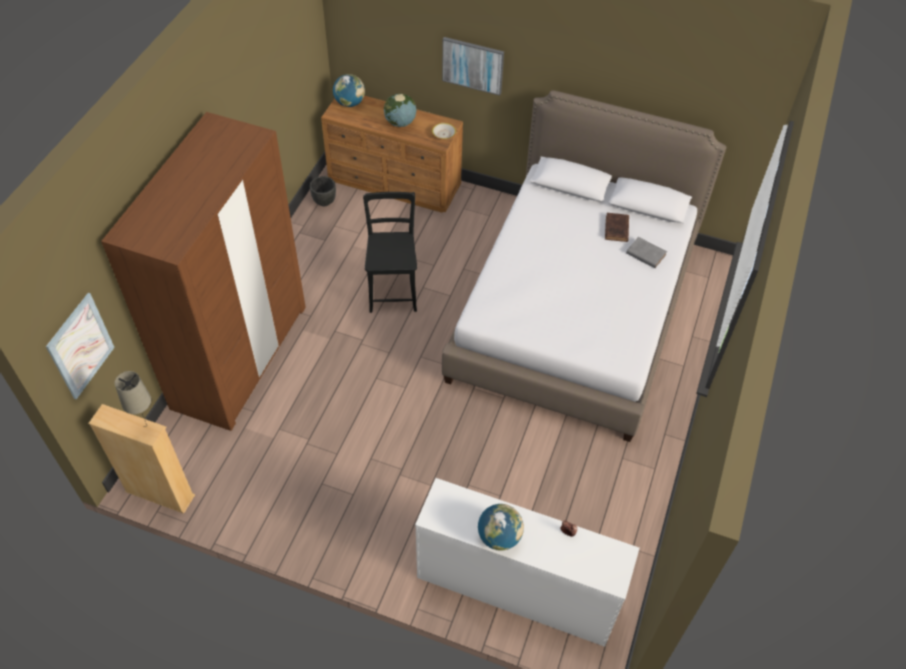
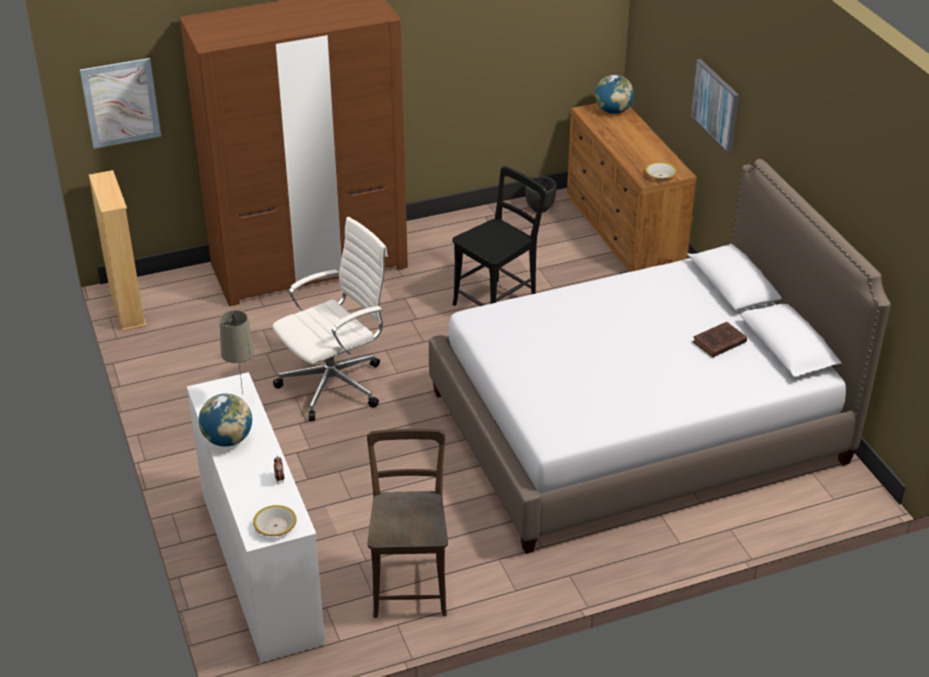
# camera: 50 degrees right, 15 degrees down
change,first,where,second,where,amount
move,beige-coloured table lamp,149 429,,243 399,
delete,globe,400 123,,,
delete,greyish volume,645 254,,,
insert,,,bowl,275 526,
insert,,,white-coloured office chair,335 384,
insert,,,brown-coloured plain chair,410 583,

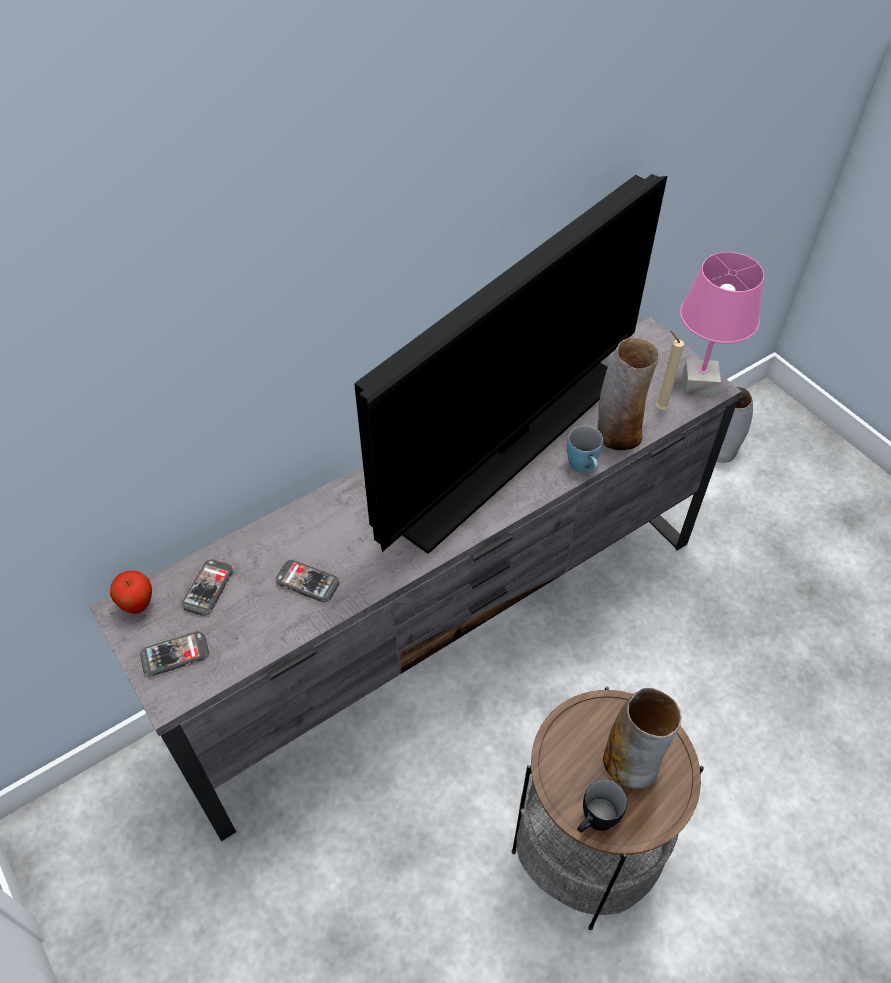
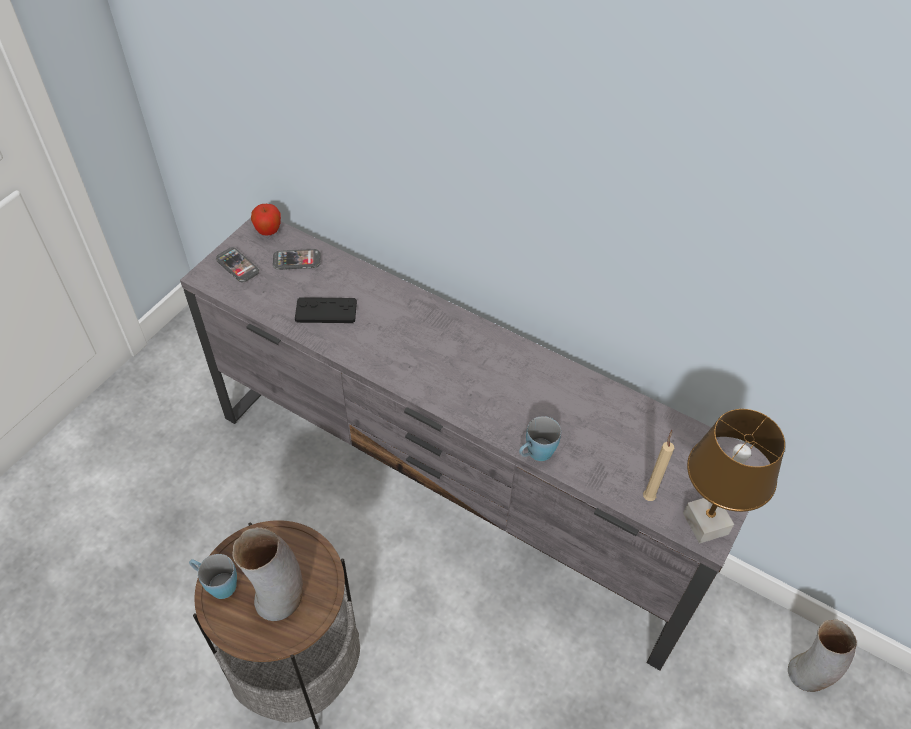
# camera: 65 degrees right, 0 degrees up
change,first,where,second,where,amount
replace,telephone,307 582,black-coloured game controller,326 311,
delete,TV,510 445,,,
recolor,black-coloured coffee mug,594 821,bluish coffee mug,216 584,
delete,flower vase,617 434,,,
recolor,pink-coloured table lamp,699 383,brown-coloured table lamp,706 524,

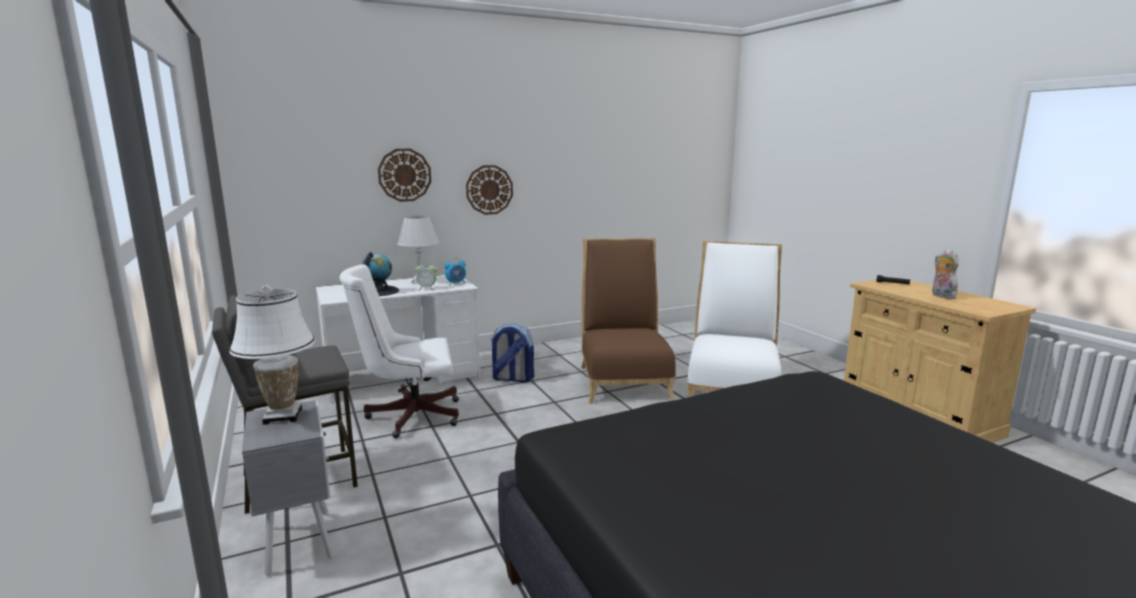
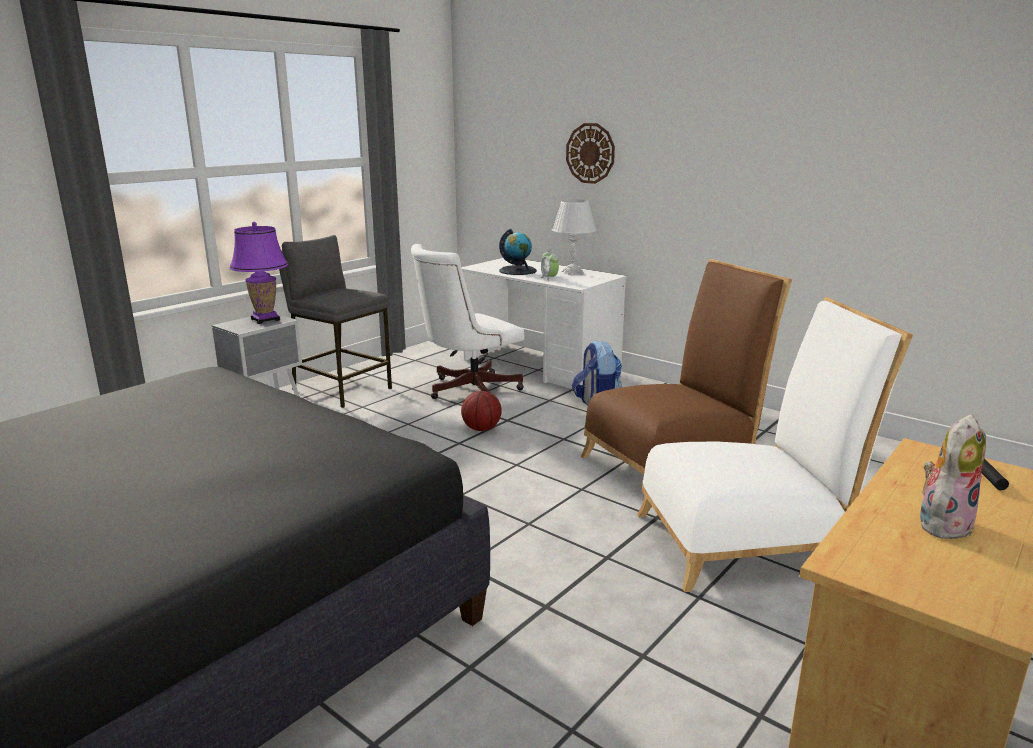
# camera: 65 degrees right, 5 degrees up
change,first,where,second,where,amount
recolor,white-coloured table lamp,283 416,purple table lamp,265 319,
rotate,white-coloured office chair,409 415,,468 390,90 degrees counterclockwise
delete,table clock,456 283,,,
delete,hanging clock,489 190,,,
insert,,,ball for basketball,482 429,

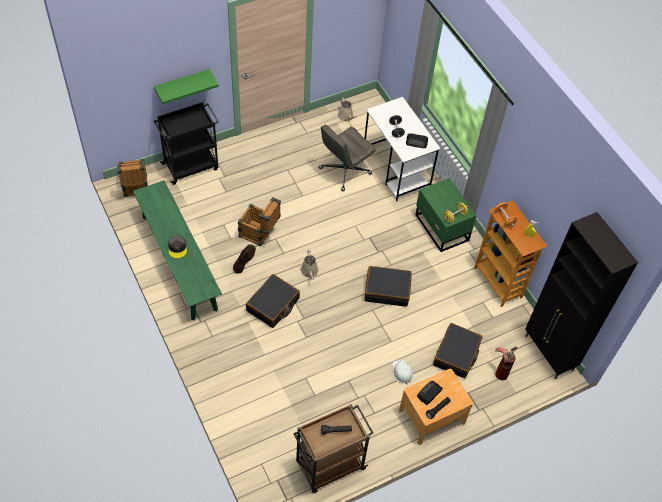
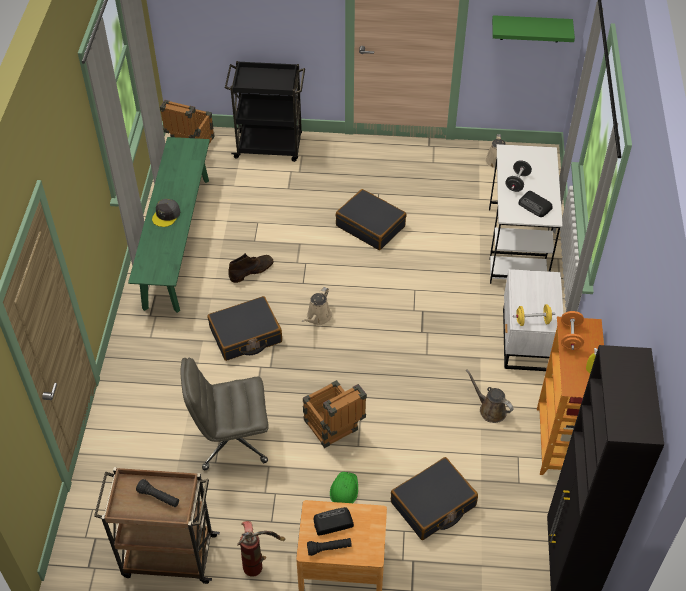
# camera: 35 degrees right, 5 degrees down
change,first,where,second,where,amount
move,greenish shelf,182 85,,530 28,
move,packing crate,259 234,,334 430,
move,greyish office chair,344 171,,231 440,
move,black-coloured travel case,387 290,,370 226,
recolor,white-coloured hard hat,402 372,greenish hard hat,344 490,
recolor,greenish night table,441 228,white-coloured night table,526 341,
move,fire extinguisher,502 370,,258 561,
insert,,,brown-coloured sprinkling can,490 409,

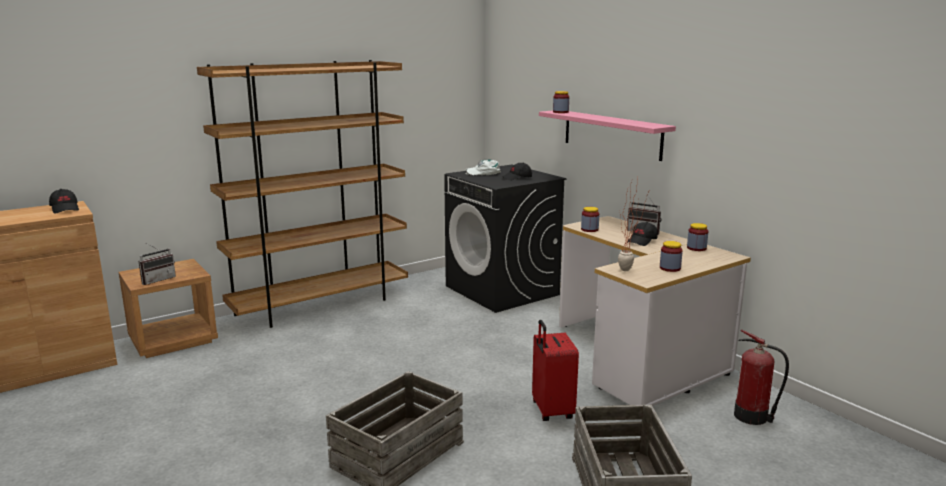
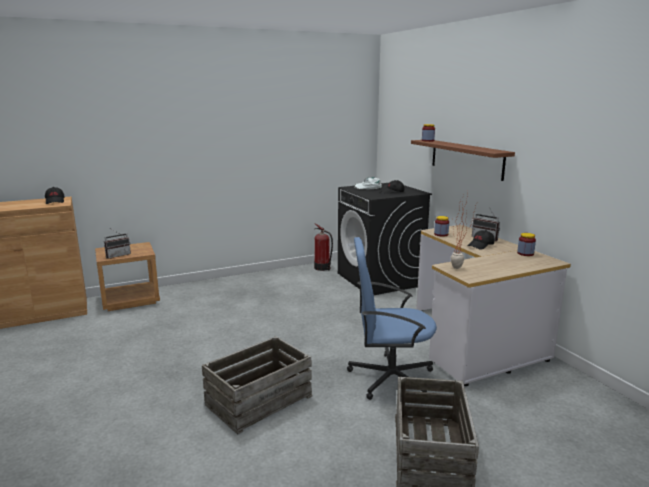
# camera: 10 degrees right, 0 degrees up
change,first,where,second,where,amount
delete,brown-coloured shelving unit,321 305,,,
replace,red-coloured travel case,551 411,bluish office chair,389 377,
recolor,pink-coloured shelf,611 134,brown-coloured shelf,466 158,
delete,jar,670 268,,,
move,fire extinguisher,753 417,,322 268,

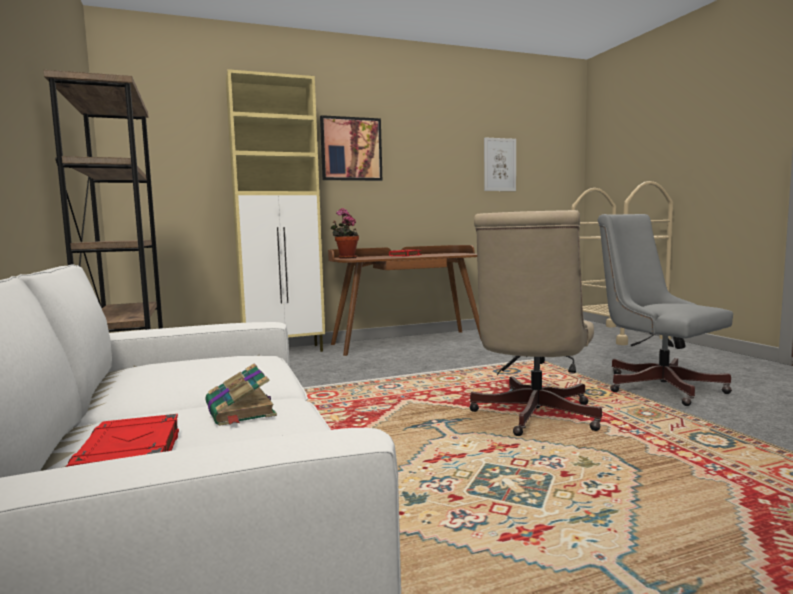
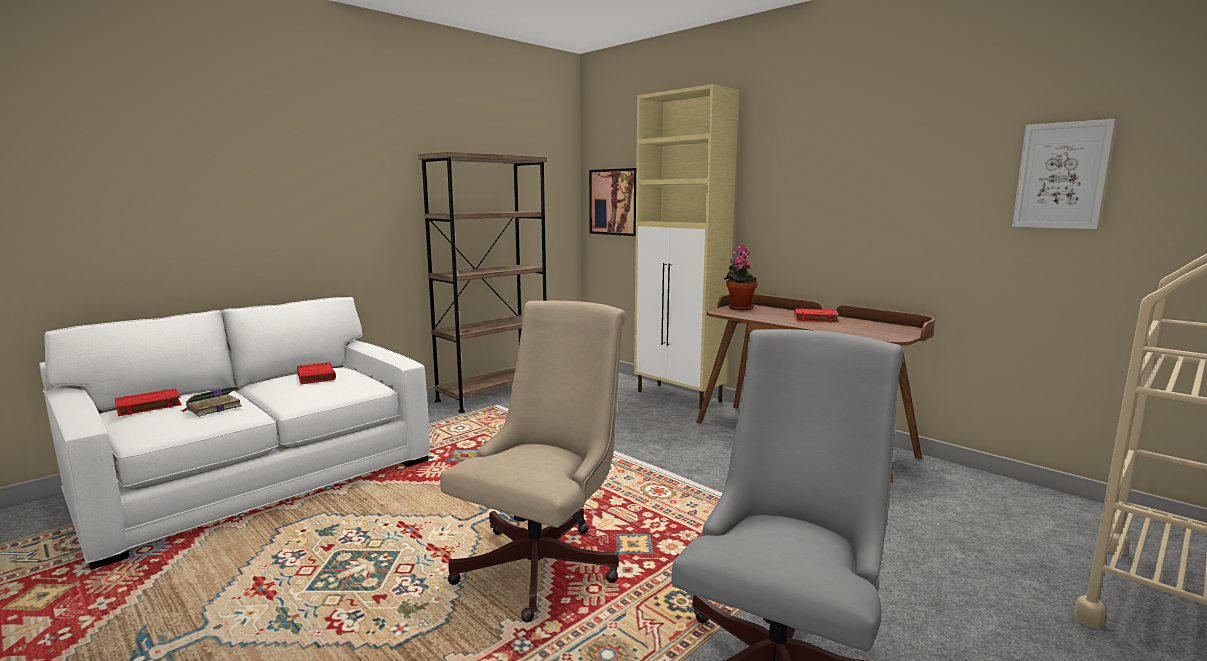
# camera: 65 degrees right, 5 degrees up
change,first,where,second,where,amount
move,picture,351 149,,615 202,
rotate,beige-coloured office chair,532 417,,545 562,120 degrees clockwise
insert,,,red-coloured volume,316 376,

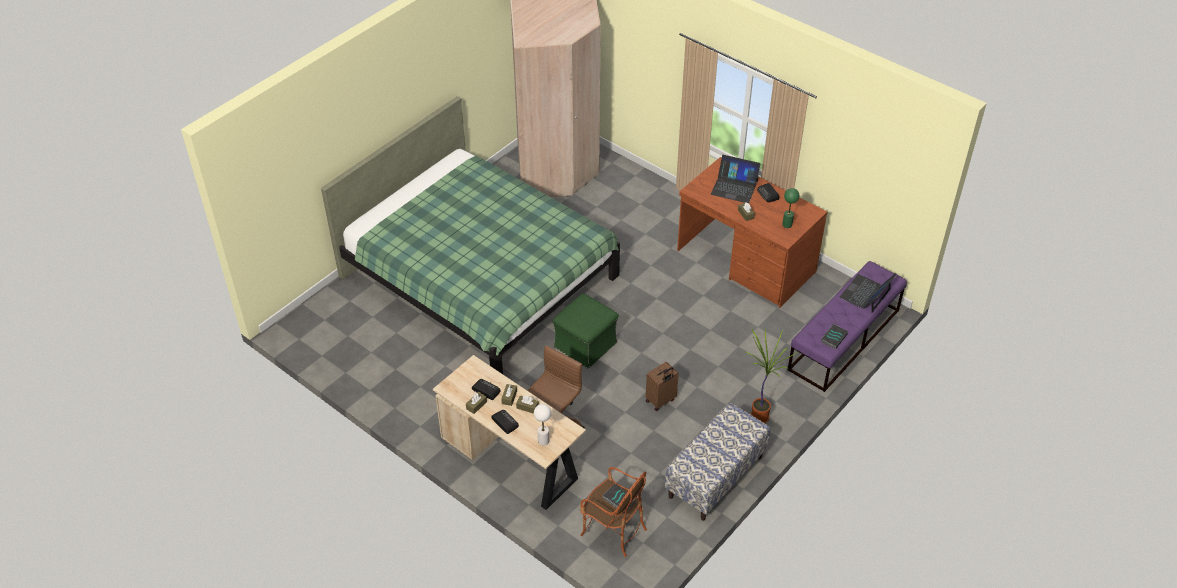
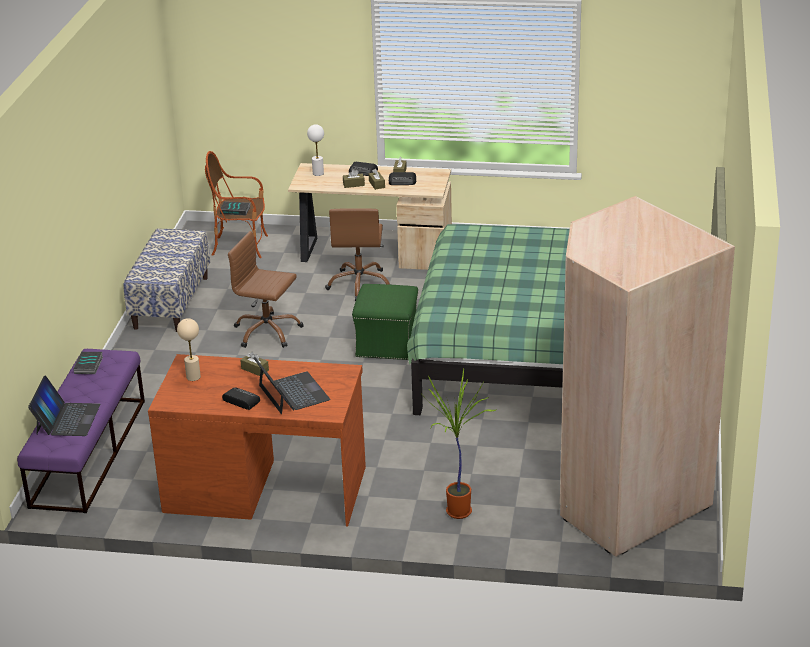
# camera: 150 degrees right, 15 degrees down
change,first,where,second,where,amount
replace,brown-coloured travel case,661 401,brown-coloured office chair,267 332,
rotate,notebook computer,734 187,,292 393,75 degrees clockwise
move,plant in a pot,759 416,,460 513,
recolor,greenish table lamp,787 224,beige-coloured table lamp,193 377,

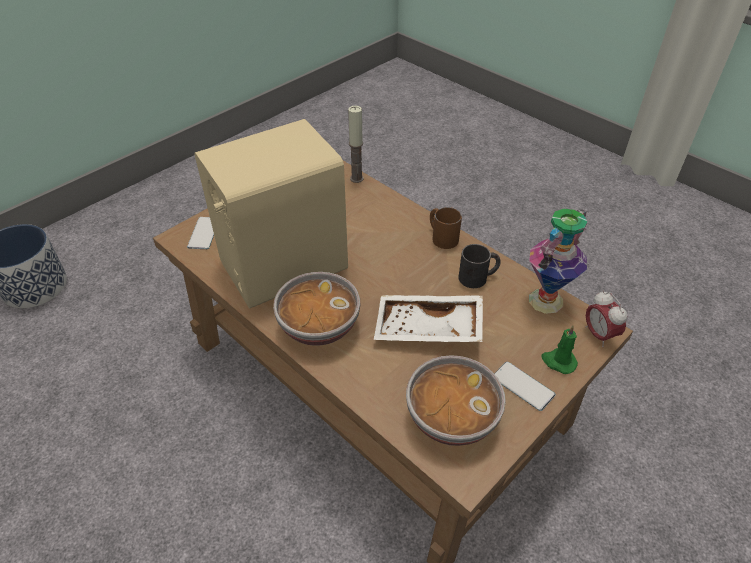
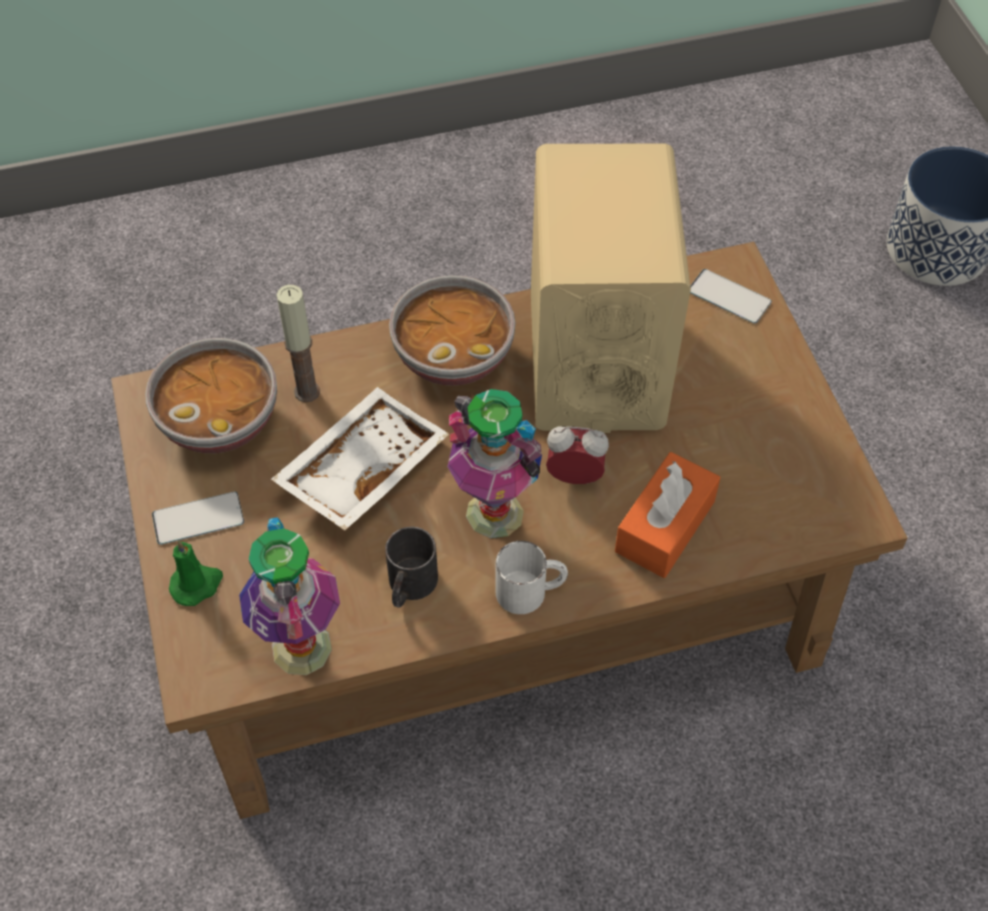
# camera: 120 degrees right, 10 degrees up
change,first,where,second,where,amount
move,wax light,356 178,,307 391,
recolor,brown-coloured coffee mug,441 237,white-coloured coffee mug,531 591,
move,table clock,599 335,,575 476,
insert,,,flower vase,495 512,
insert,,,orange box of tissues,665 526,

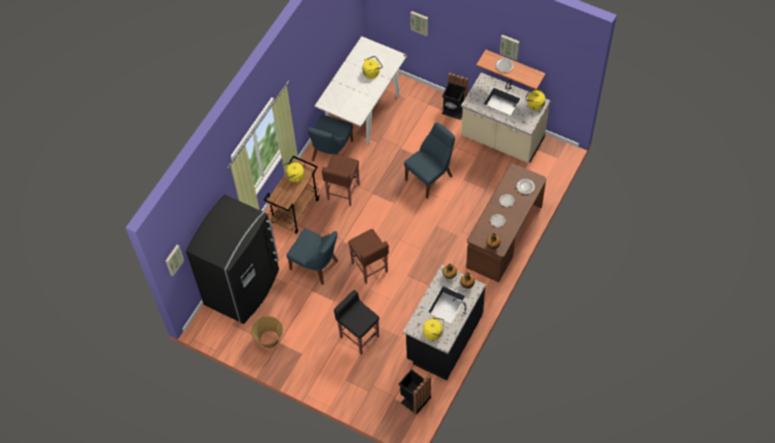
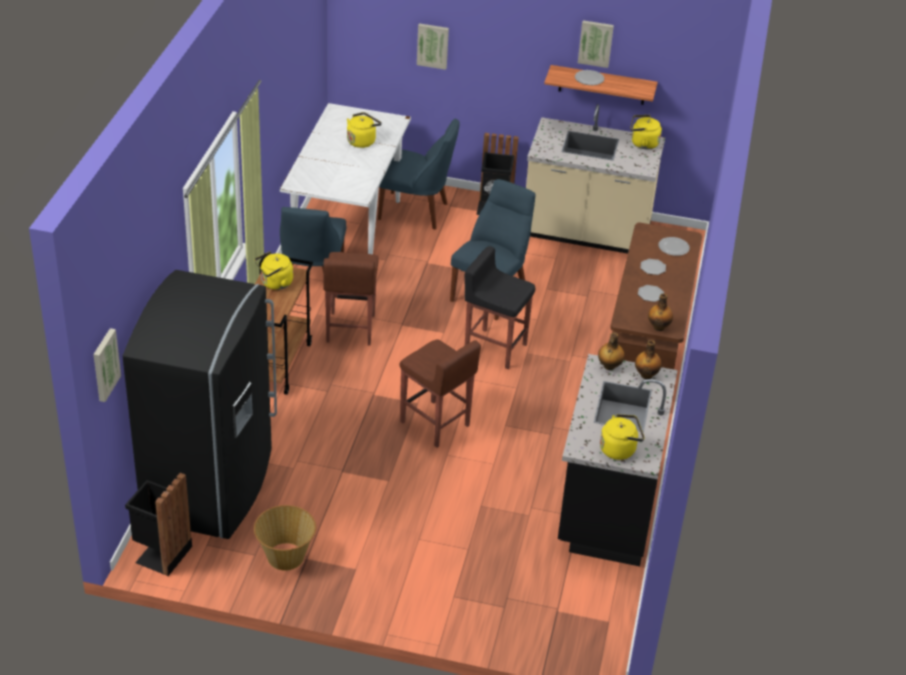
# camera: 20 degrees left, 20 degrees down
change,first,where,second,where,amount
move,bluish plain chair,316 266,,416 211,
move,black-coloured stool seat,359 336,,494 348,
move,black-coloured trash can,414 399,,161 554,

